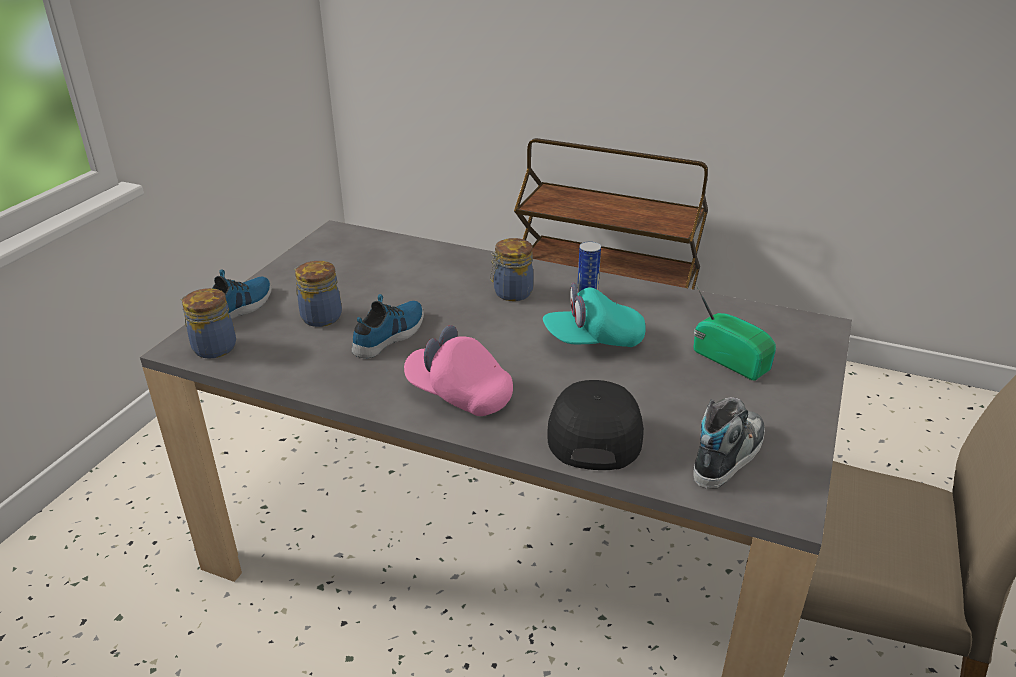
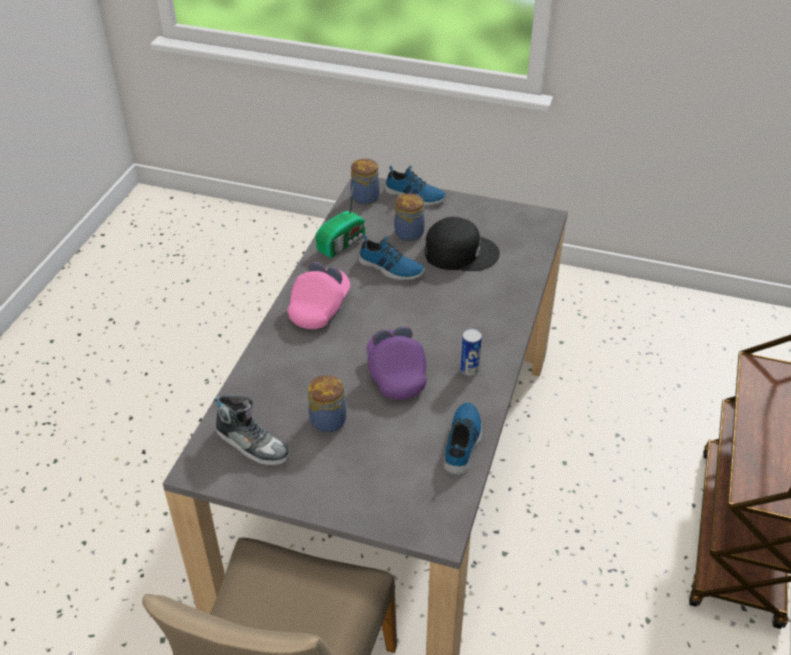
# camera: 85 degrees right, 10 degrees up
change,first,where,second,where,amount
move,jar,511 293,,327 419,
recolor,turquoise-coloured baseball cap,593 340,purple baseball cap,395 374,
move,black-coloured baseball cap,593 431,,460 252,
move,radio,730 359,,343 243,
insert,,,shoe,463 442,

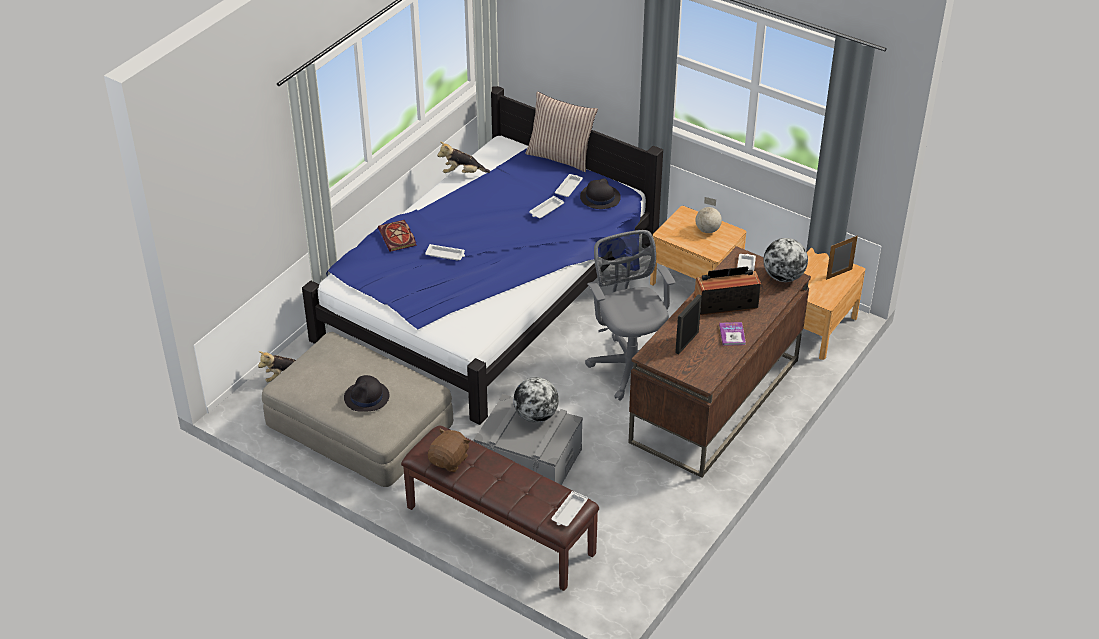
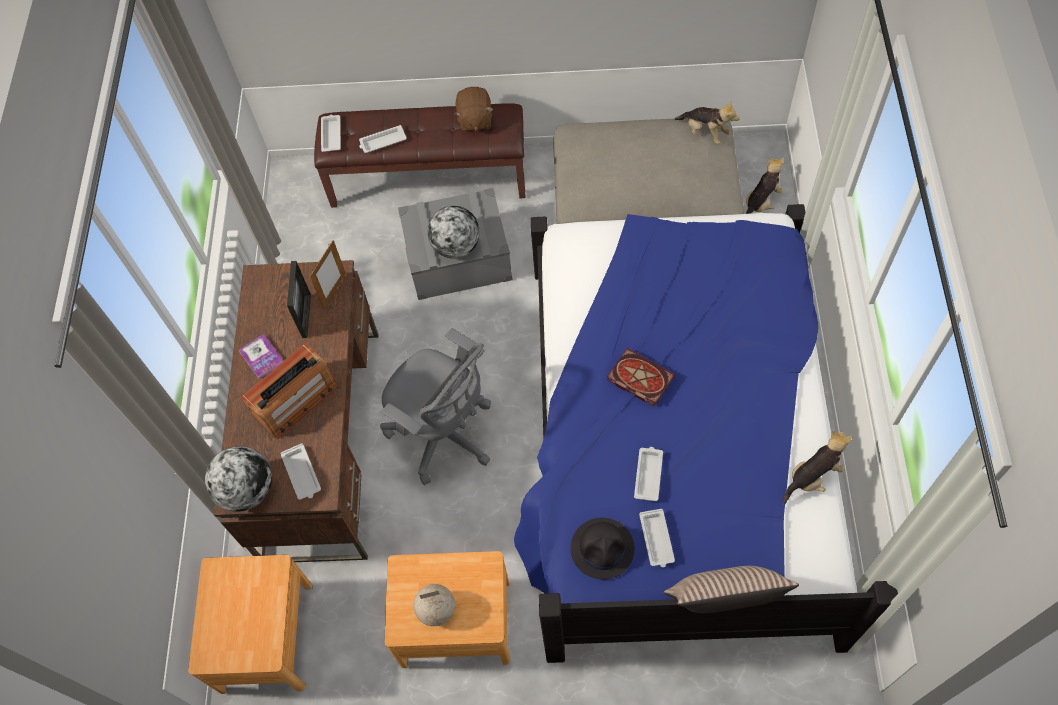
# camera: 150 degrees right, 20 degrees up
change,first,where,second,where,amount
delete,black-coloured hat,367 397,,,
move,volume,398 238,,638 378,
move,white-coloured carrying tray,446 255,,382 142,
move,standing frame,839 274,,334 290,
insert,,,plush toy,705 132,

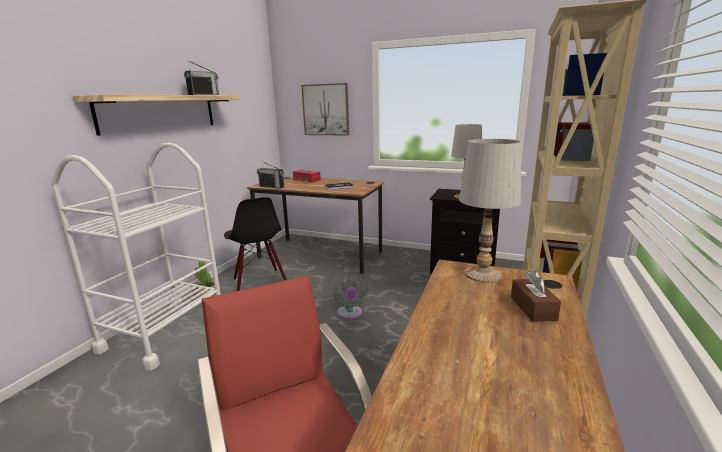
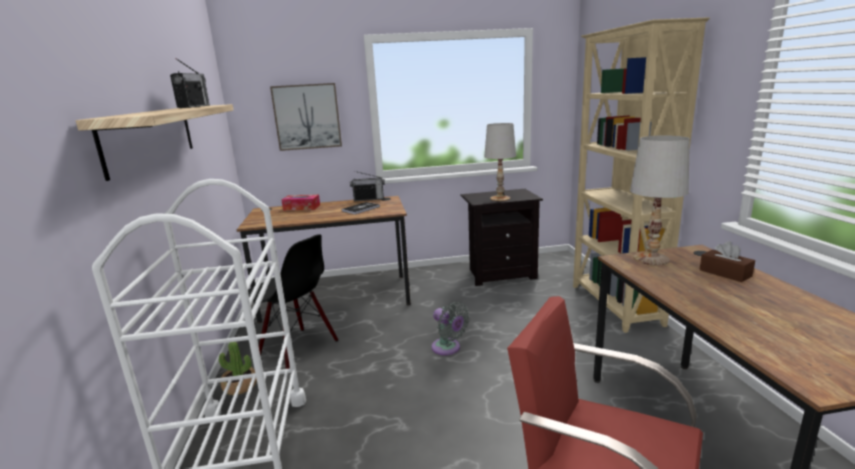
# camera: 30 degrees left, 0 degrees up
change,first,where,second,where,amount
move,radio,271 187,,369 199,

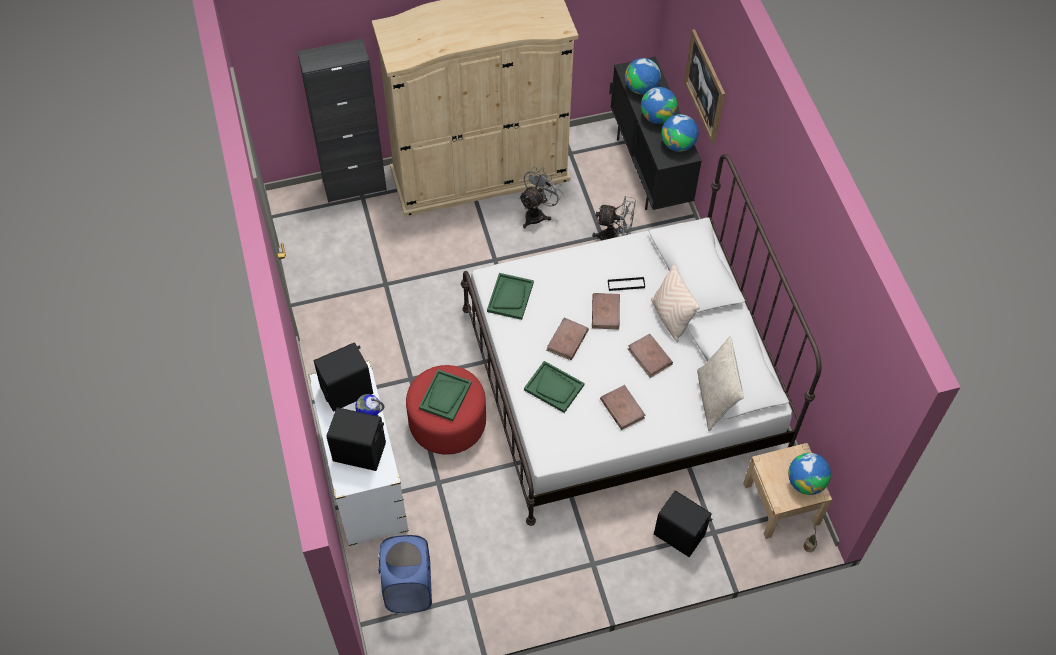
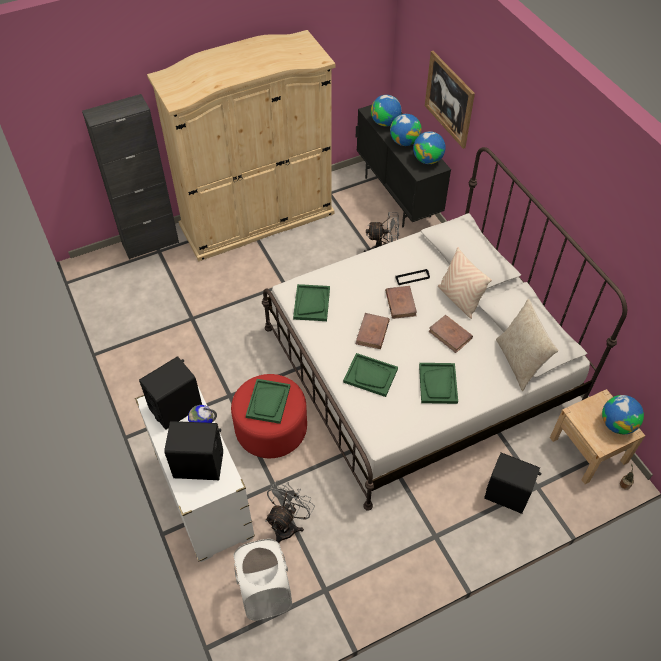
# camera: 10 degrees left, 5 degrees down
change,first,where,second,where,amount
recolor,bluish hamper,408 589,white-coloured hamper,265 593,
move,greyish electric fan,537 214,,287 525,
replace,brown-coloured volume,622 408,greenish carrying tray,438 384,

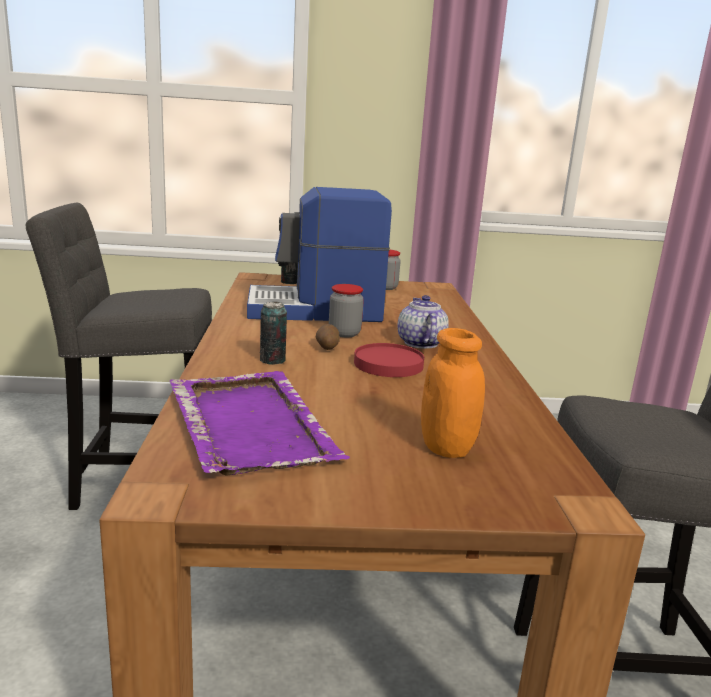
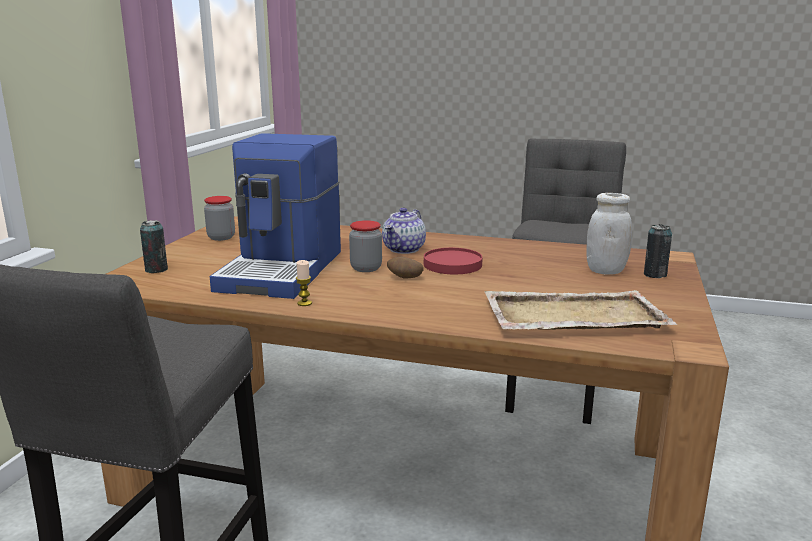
# camera: 70 degrees left, 0 degrees up
change,first,where,second,where,amount
recolor,purple carrying tray,250 424,beige-coloured carrying tray,572 316,
move,sealed can,272 360,,655 275,
rotate,teapot,420 343,,404 249,75 degrees counterclockwise
recolor,orange jar,446 448,white-coloured jar,605 271,
insert,,,wax light,304 303,

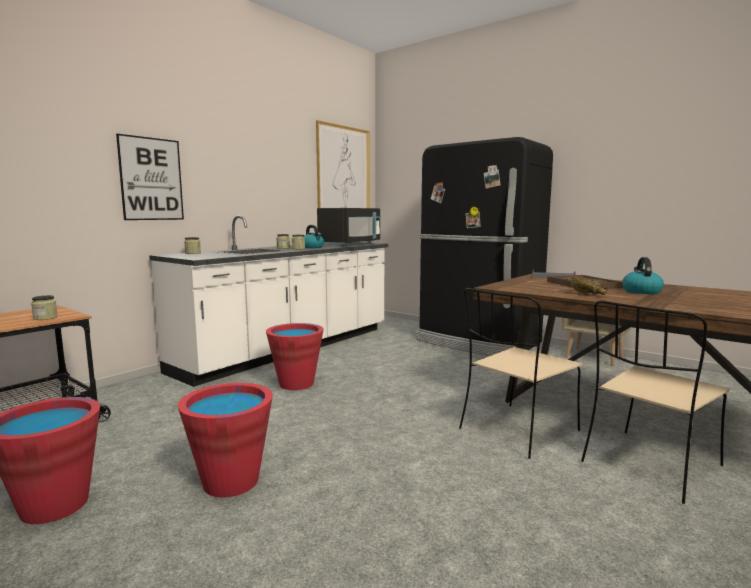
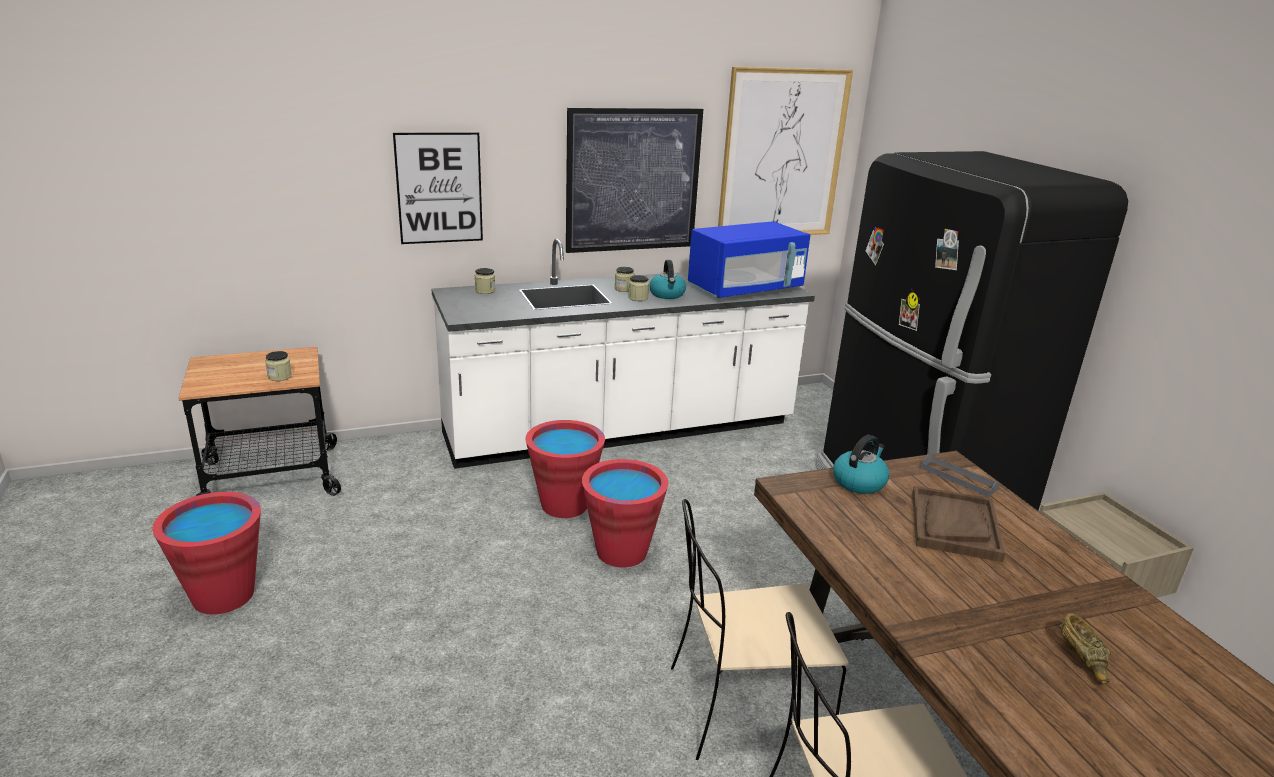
# camera: 30 degrees right, 15 degrees up
change,first,where,second,where,amount
move,red-coloured bucket,231 481,,621 552,
recolor,black-coloured microwave,350 244,bluish microwave,745 289,
move,brown-coloured bowl,589 294,,1087 661,
move,tea kettle,641 291,,859 482,
insert,,,picture,633 180,

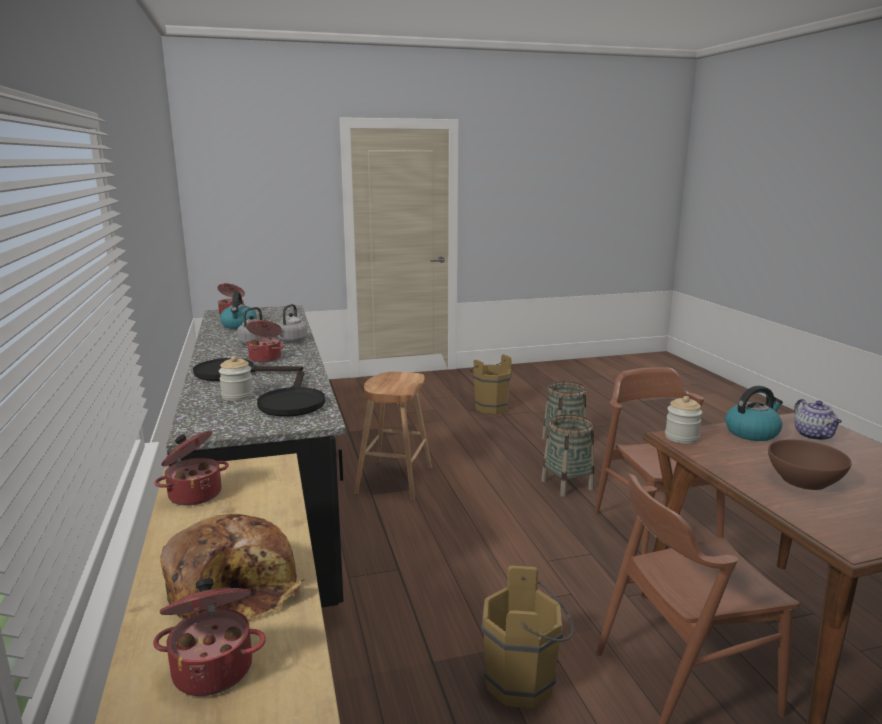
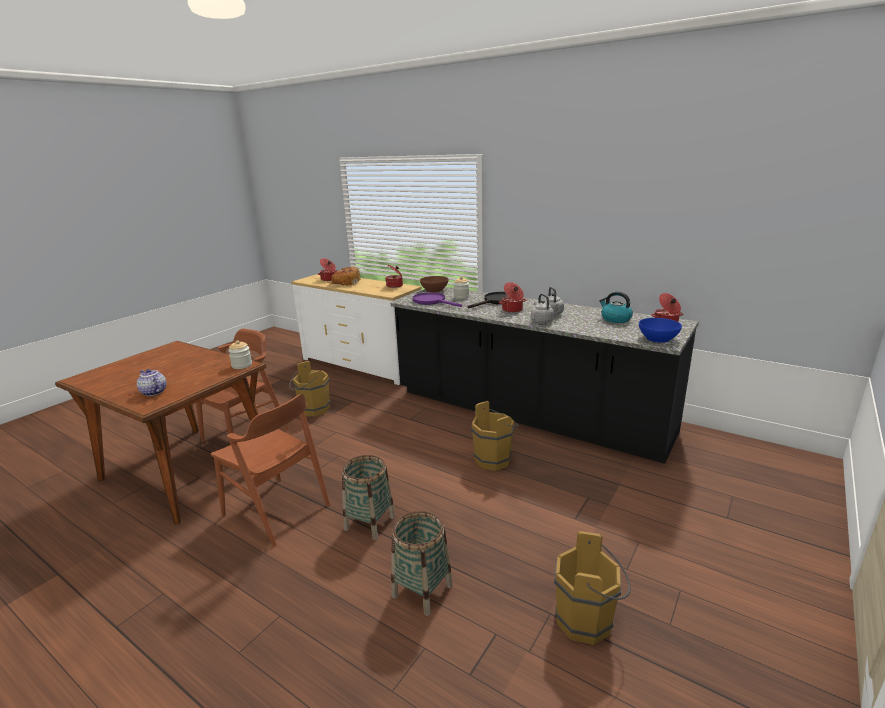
# camera: 140 degrees right, 5 degrees up
change,first,where,second,where,amount
recolor,black-coloured pan,292 402,purple pan,432 301,
replace,brown-coloured stool seat,394 480,brown-coloured bucket,495 459,
delete,tea kettle,752 432,,,
move,brown-coloured bowl,804 480,,434 290,
insert,,,bluish bowl,658 338,

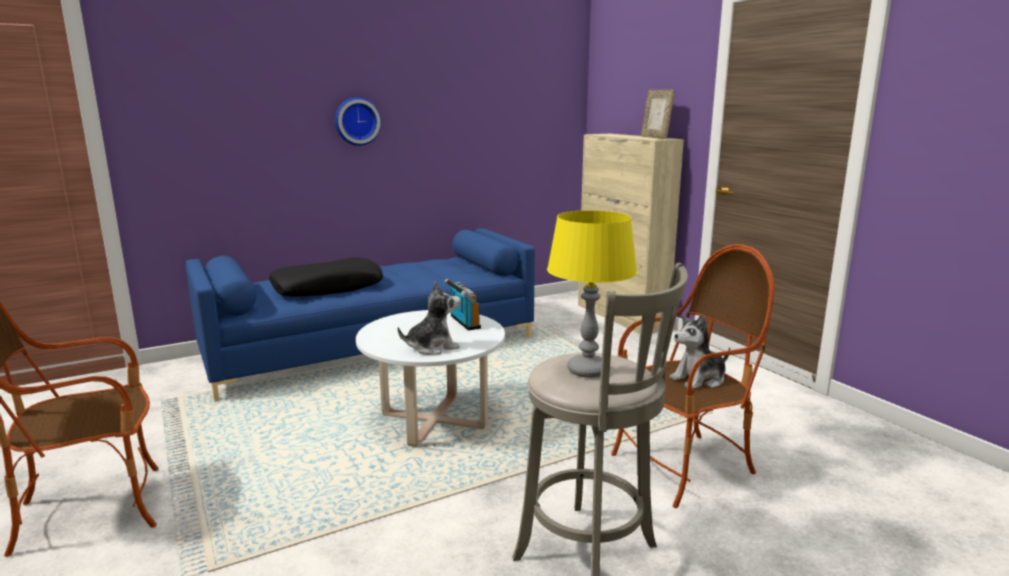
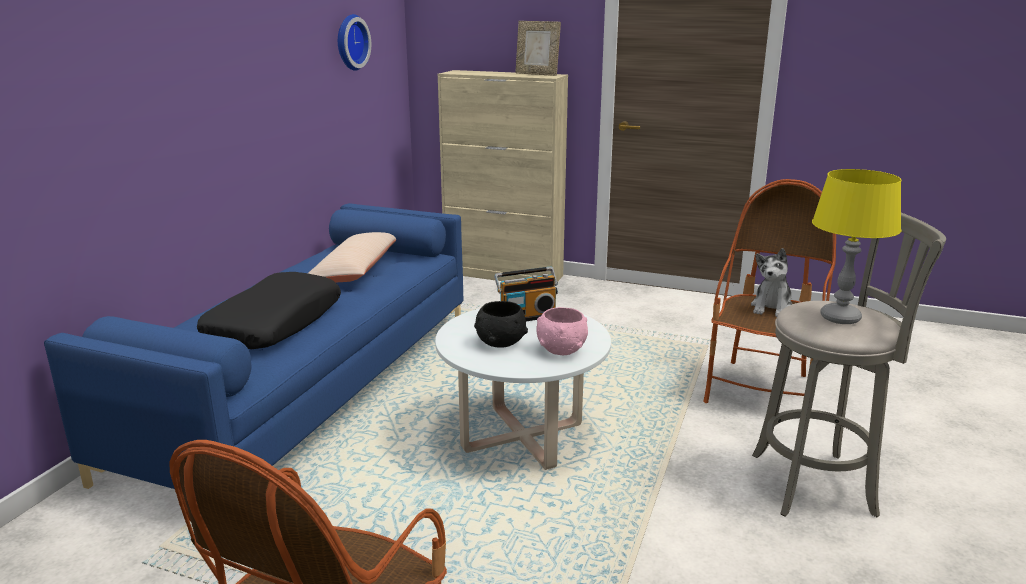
# camera: 40 degrees left, 5 degrees up
change,first,where,second,where,amount
move,hanging clock,357 121,,350 42,
replace,plush toy,432 347,pink-coloured bowl,561 350,
rotate,radio,462 322,,526 316,135 degrees clockwise
insert,,,beige-coloured throw pillow,355 270,
insert,,,black-coloured bowl,500 342,

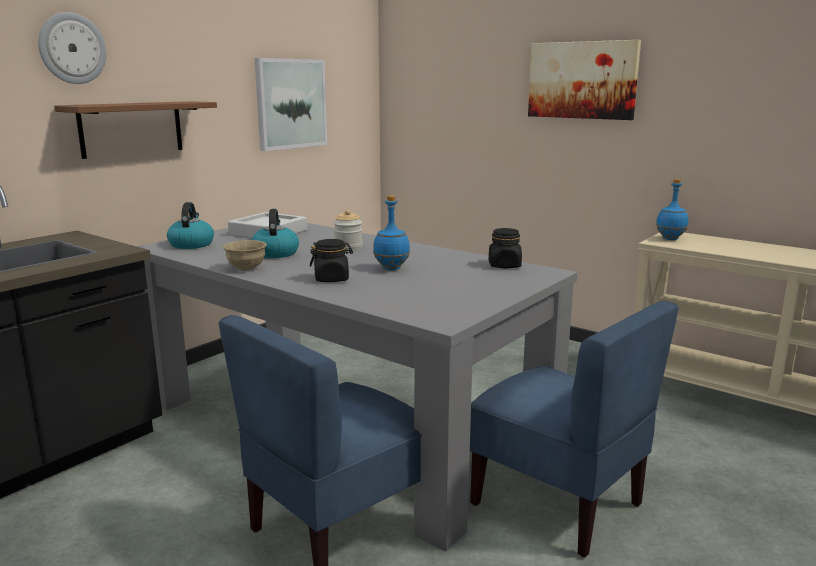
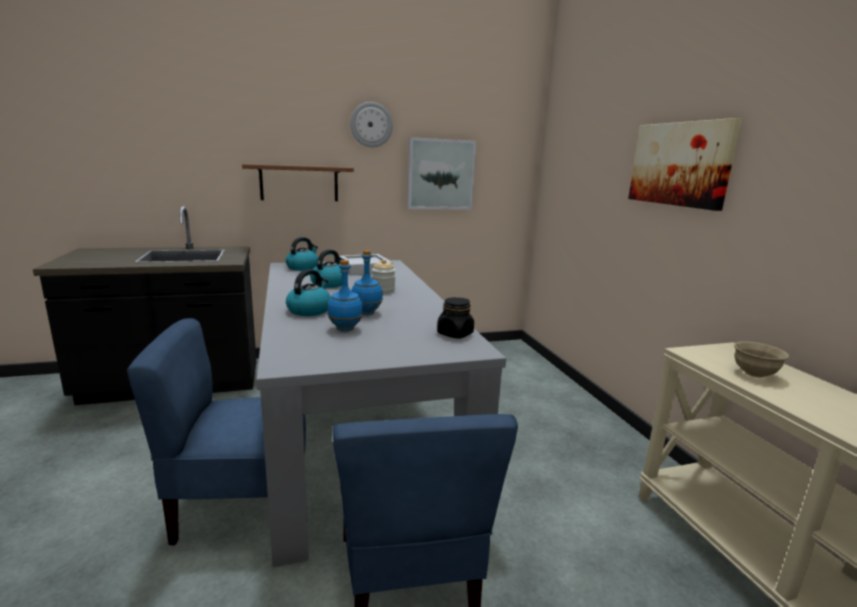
# camera: 35 degrees right, 0 degrees up
change,first,where,second,where,amount
move,hanging clock,72 48,,371 125,
move,beige-coloured bowl,246 268,,754 374,
replace,black-coloured jar,332 279,tea kettle,309 310,
move,bluish drink bottle,669 239,,345 329,

